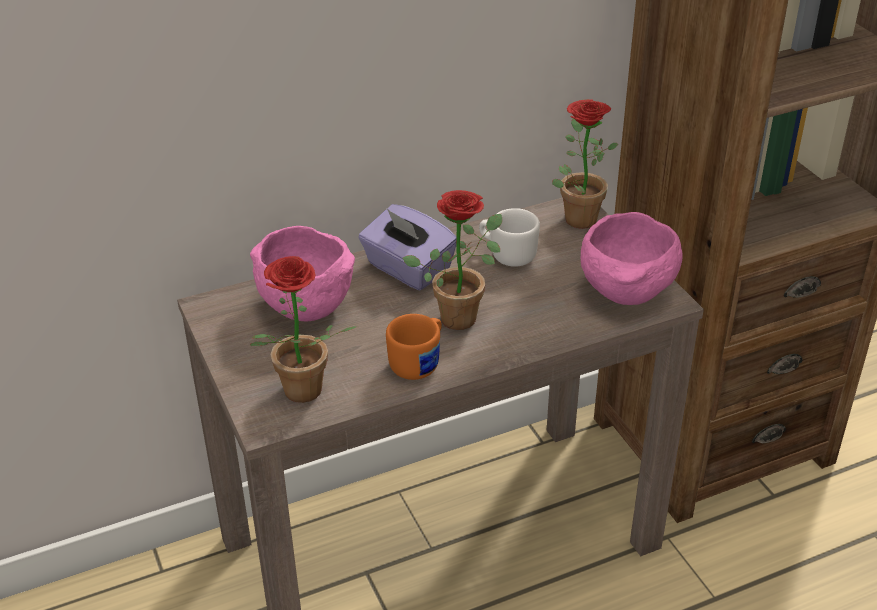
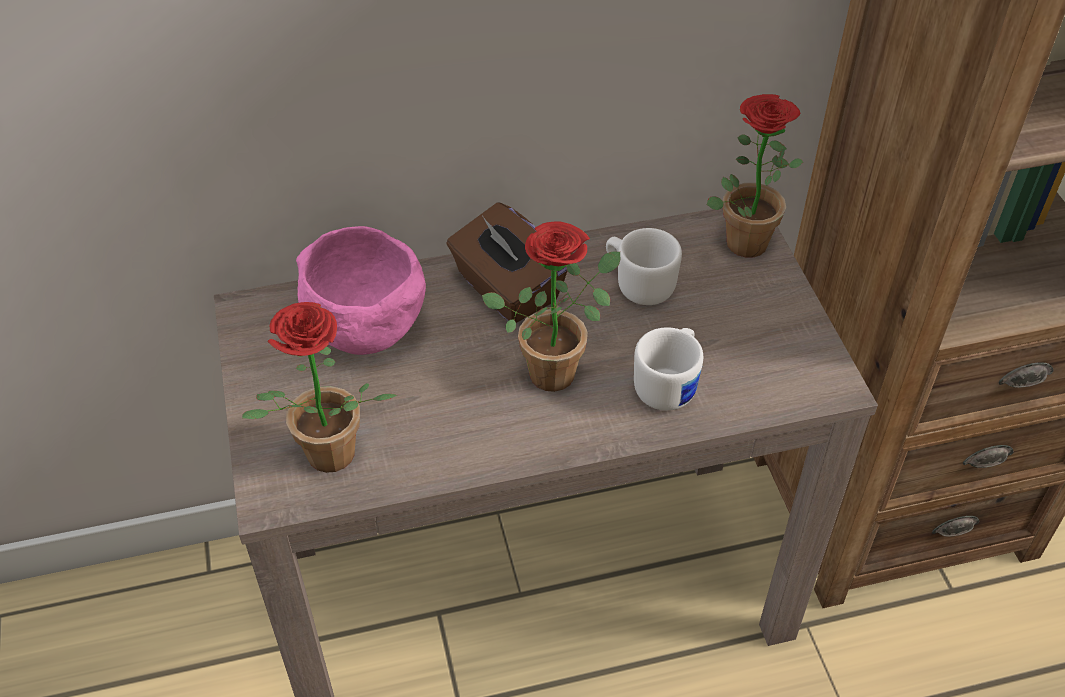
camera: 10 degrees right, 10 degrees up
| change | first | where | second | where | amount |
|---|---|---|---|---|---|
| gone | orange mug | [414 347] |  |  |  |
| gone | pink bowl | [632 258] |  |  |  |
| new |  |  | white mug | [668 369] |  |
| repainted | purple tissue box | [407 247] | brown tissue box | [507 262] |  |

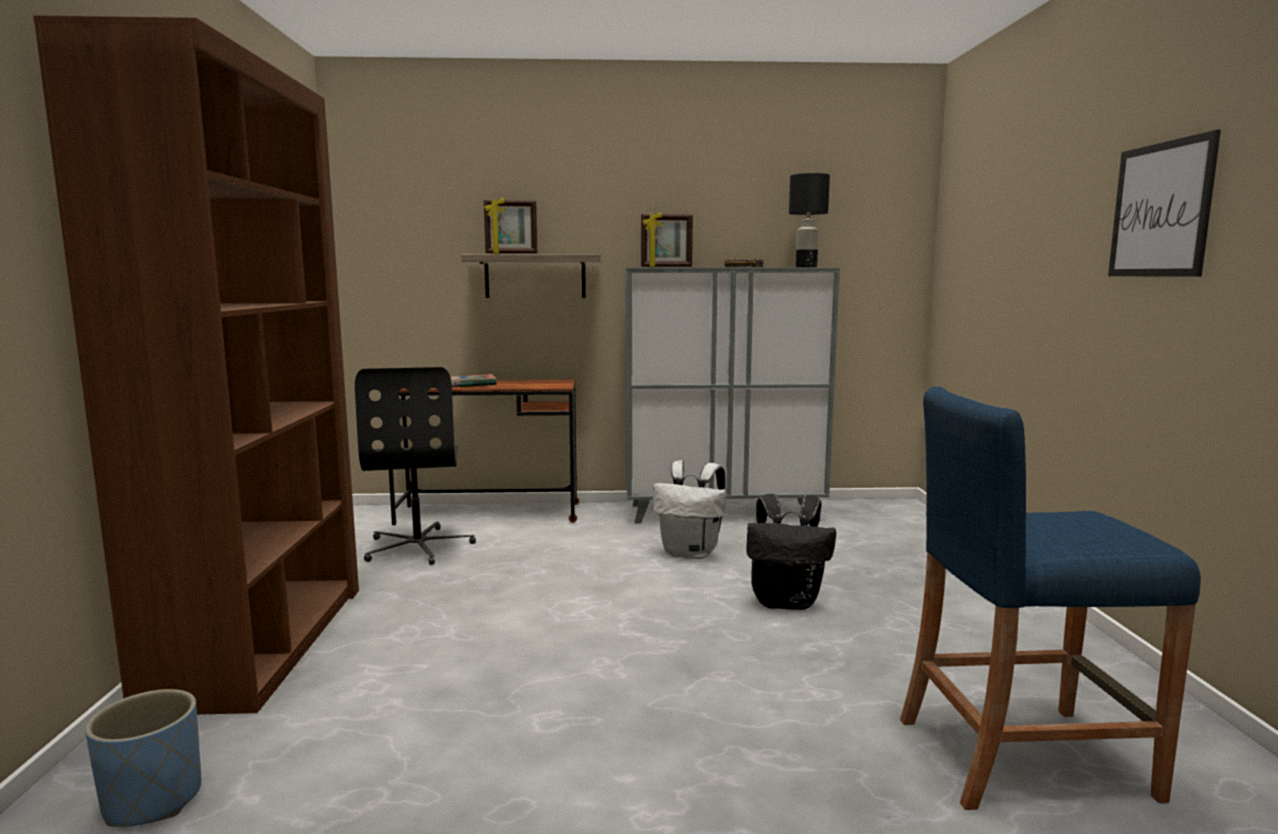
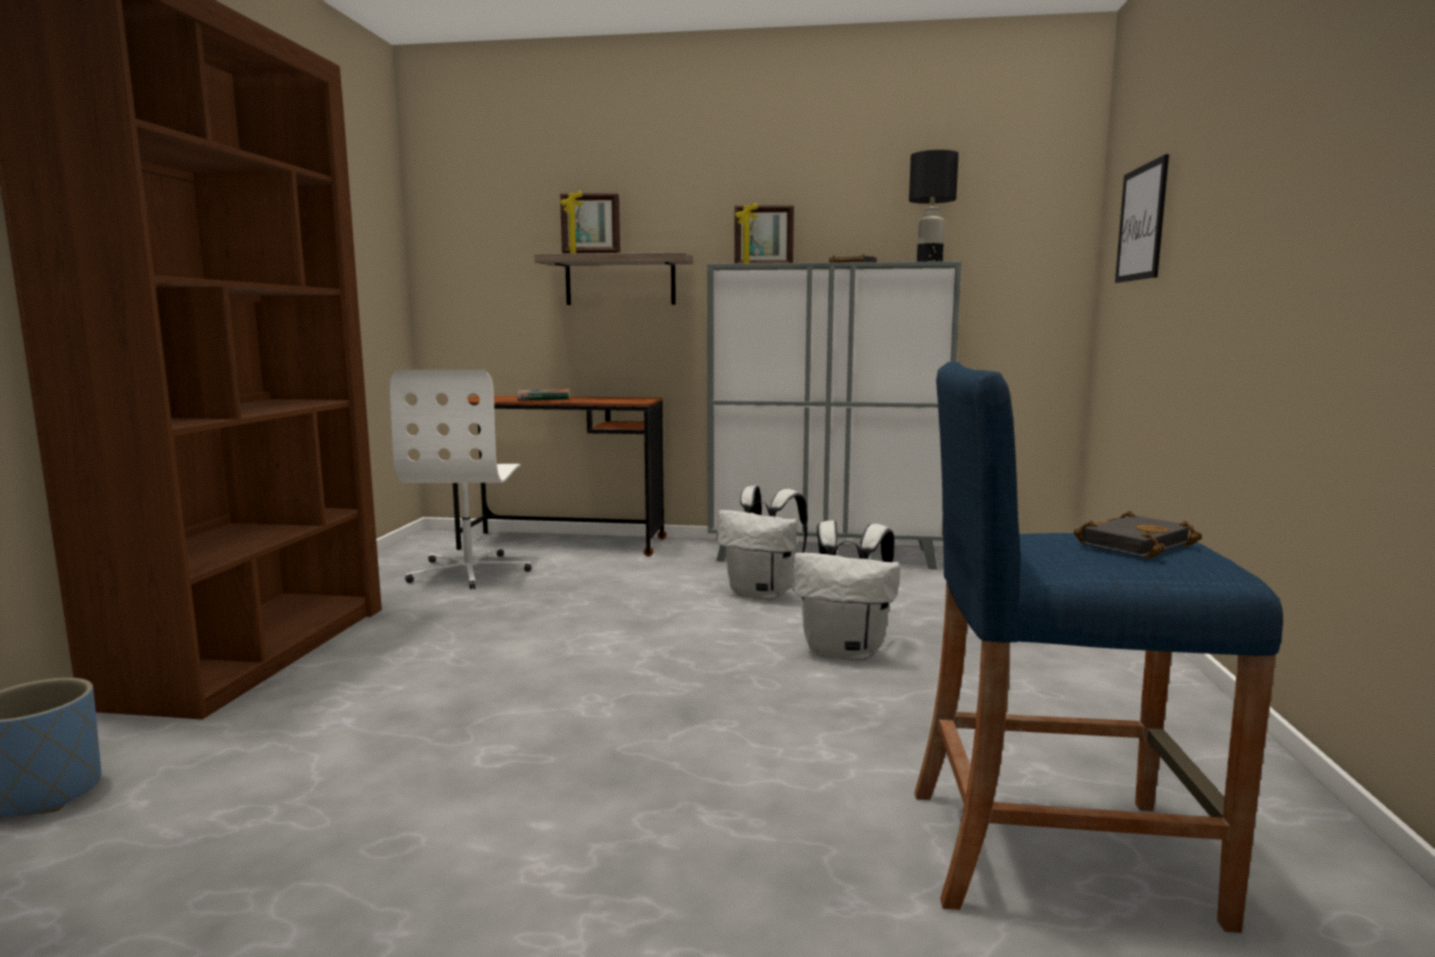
camera: 10 degrees right, 0 degrees up
| change | first | where | second | where | amount |
|---|---|---|---|---|---|
| new |  |  | black book | [1138 535] |  |
| shifted | picture | [1164 203] |  | [1142 218] |  |
| repainted | black office chair | [415 466] | white office chair | [461 479] |  |
| repainted | black backpack | [791 552] | white backpack | [846 590] |  |

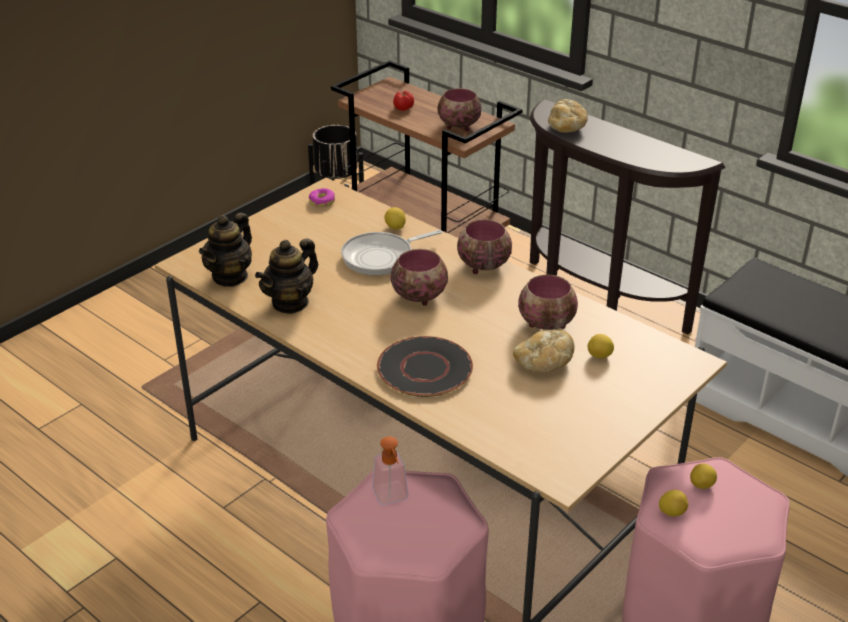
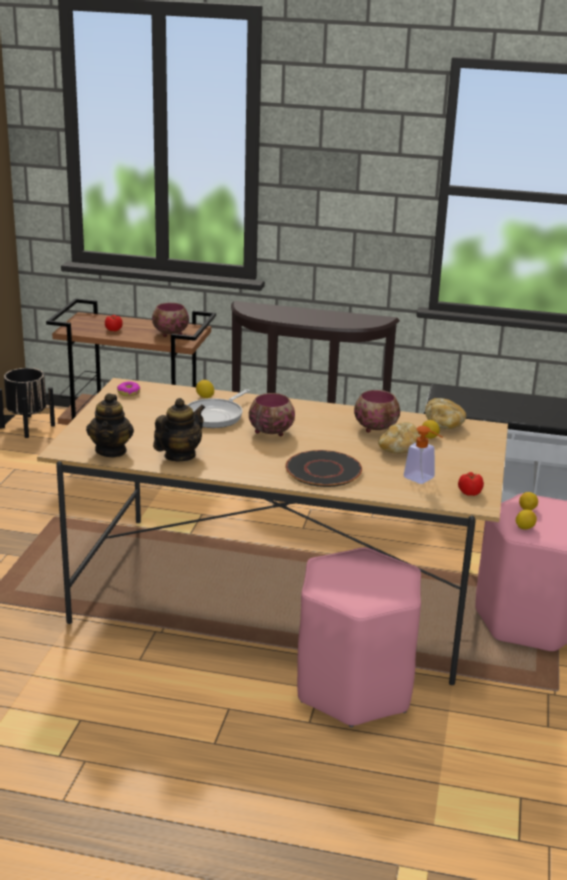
camera: 30 degrees left, 10 degrees down
| change | first | where | second | where | amount |
|---|---|---|---|---|---|
| gone | bowl | [484 246] |  |  |  |
| new |  |  | tomato | [471 484] |  |
| shifted | soap dispenser | [390 471] |  | [423 455] |  |
| shifted | bread | [568 116] |  | [445 413] |  |
| rotated | teapot | [286 276] |  | [179 429] | 150 degrees counterclockwise |

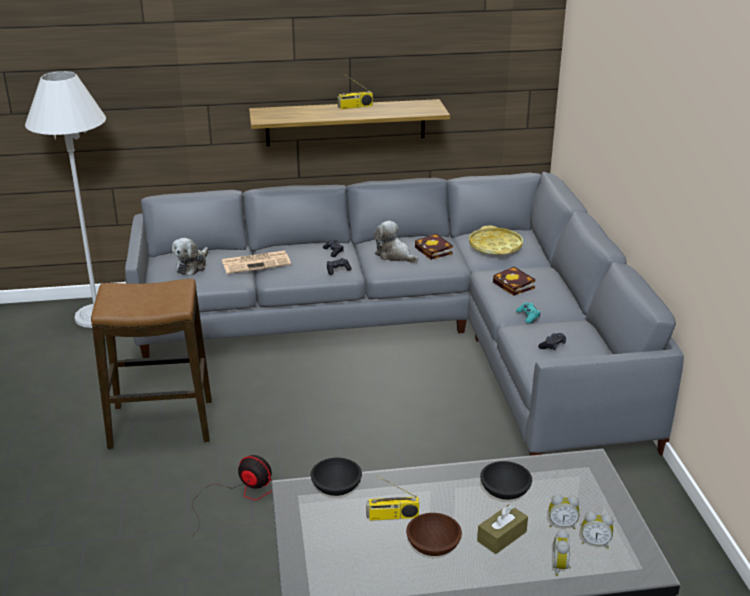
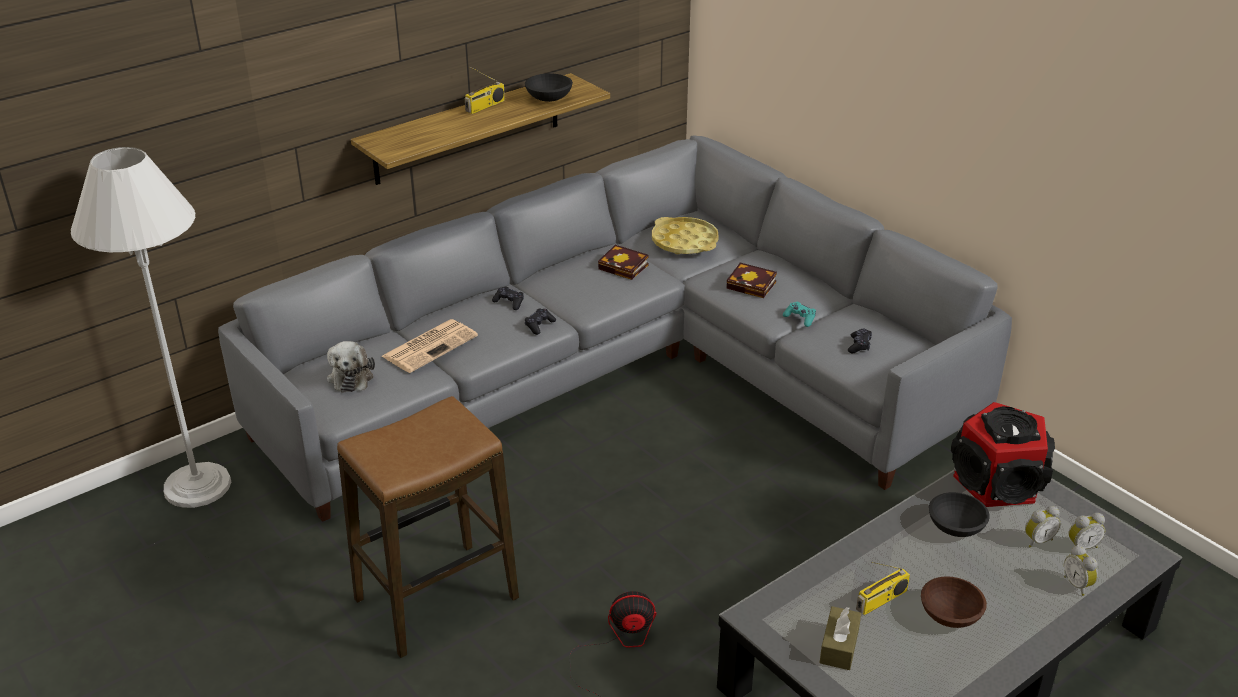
camera: 30 degrees left, 5 degrees up
| change | first | where | second | where | amount |
|---|---|---|---|---|---|
| gone | plush toy | [396 242] |  |  |  |
| new |  |  | speaker | [1003 454] |  |
| shifted | black bowl | [336 477] |  | [549 87] |  |
| shifted | brown tissue box | [502 529] |  | [840 638] |  |

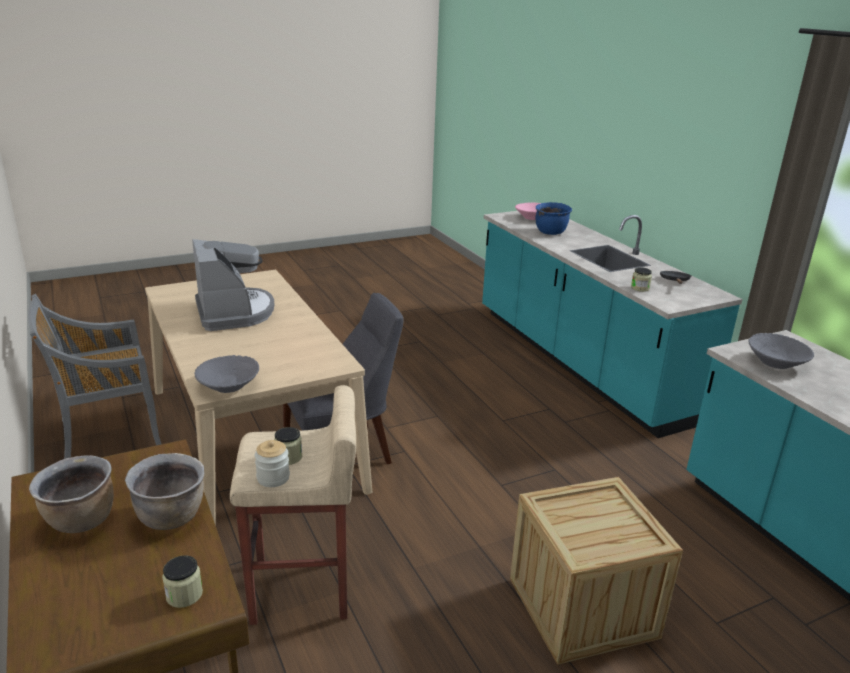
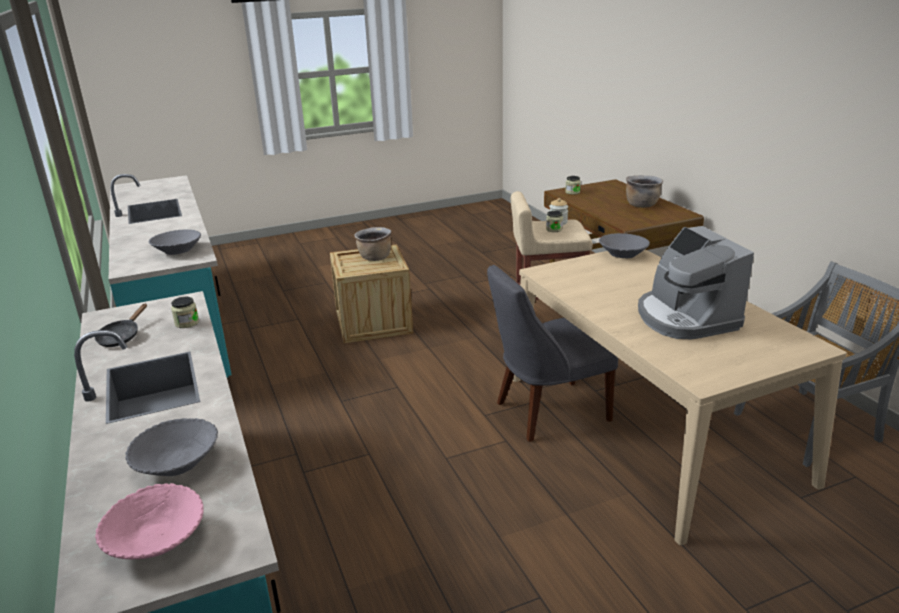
camera: 175 degrees left, 0 degrees up
| change | first | where | second | where | amount |
|---|---|---|---|---|---|
| shifted | brown cooking pot | [164 491] |  | [372 244] |  |
| swapped | blue cooking pot | [553 218] | grey bowl | [172 447] |  |

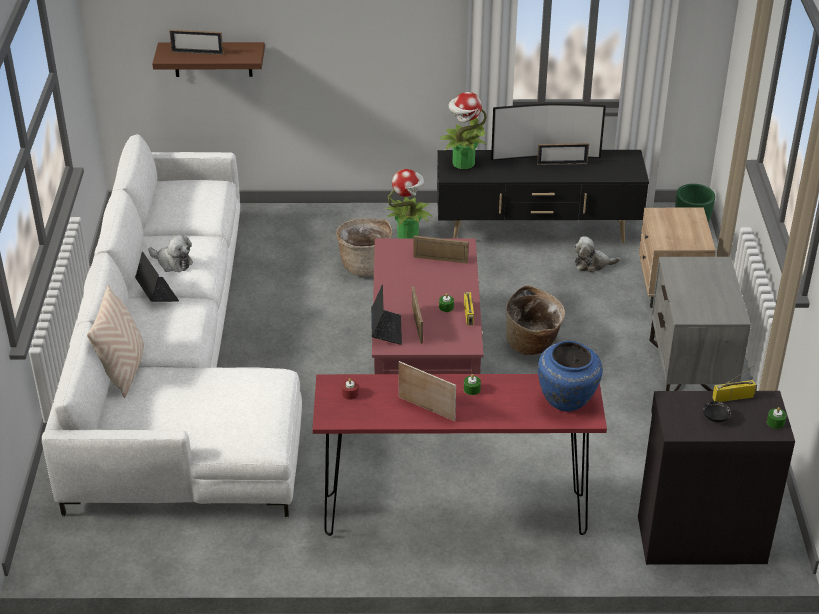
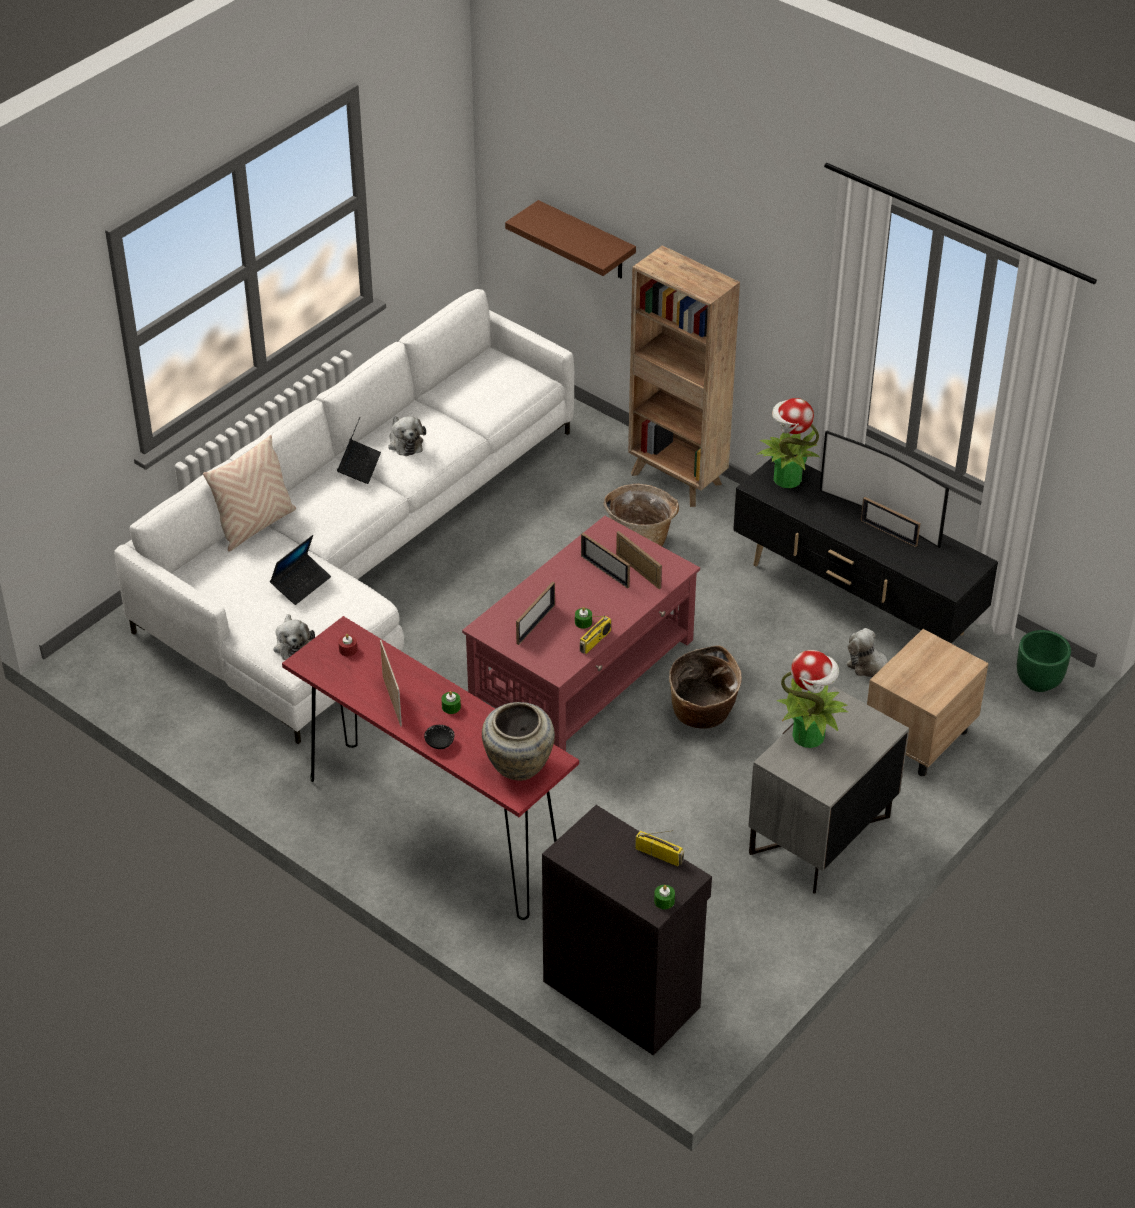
camera: 40 degrees right, 5 degrees up
| change | first | where | second | where | amount |
|---|---|---|---|---|---|
| new |  |  | plush toy | [294 637] |  |
| new |  |  | brown bookcase | [684 376] |  |
| shifted | picture frame | [196 42] |  | [605 561] |  |
| shifted | laptop | [386 314] |  | [300 570] |  |
| shifted | potted plant | [409 204] |  | [812 699] |  |
| shifted | black bowl | [717 411] |  | [439 737] |  |
| repainted | blue vase | [570 376] | beige vase | [518 741] |  |

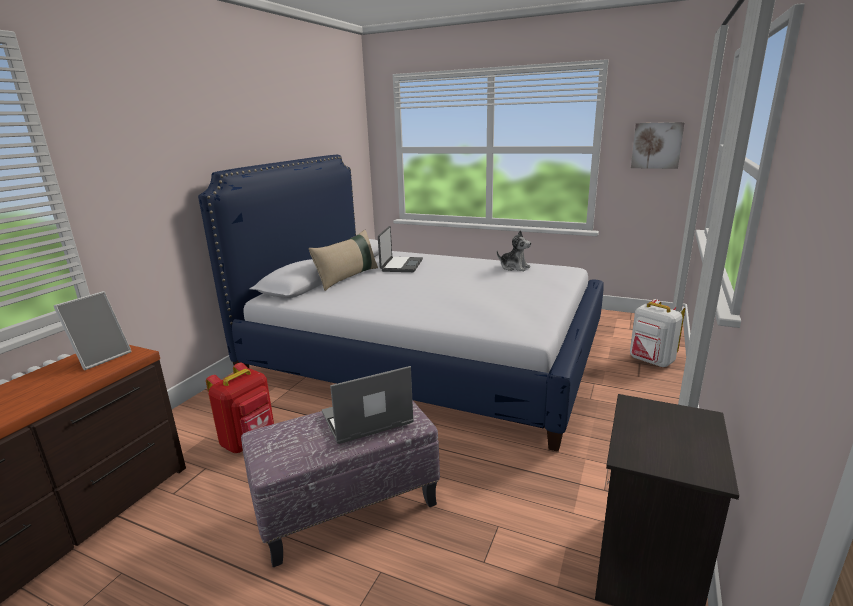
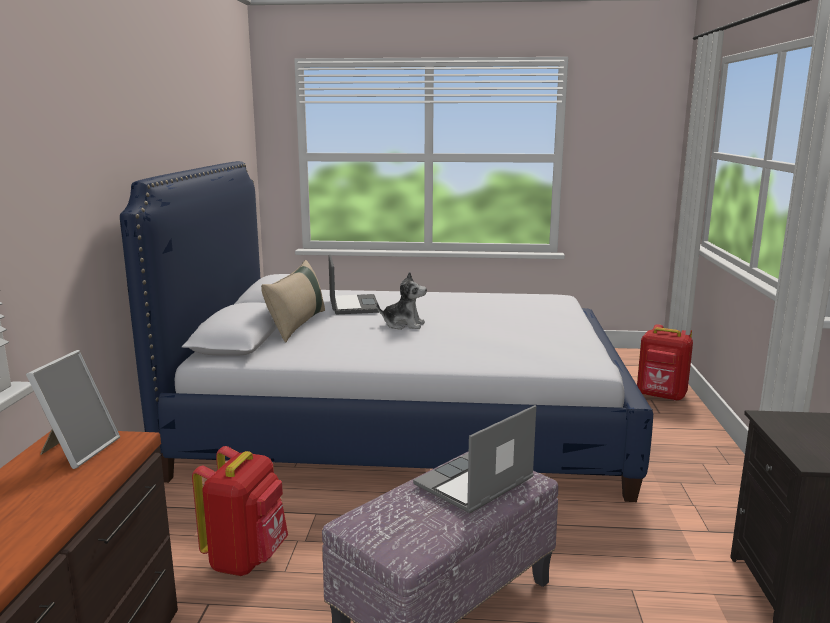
camera: 20 degrees left, 5 degrees down
| change | first | where | second | where | amount |
|---|---|---|---|---|---|
| gone | picture | [658 145] |  |  |  |
| shifted | plush toy | [514 250] |  | [401 301] |  |
| repainted | white backpack | [657 333] | red backpack | [665 362] |  |

